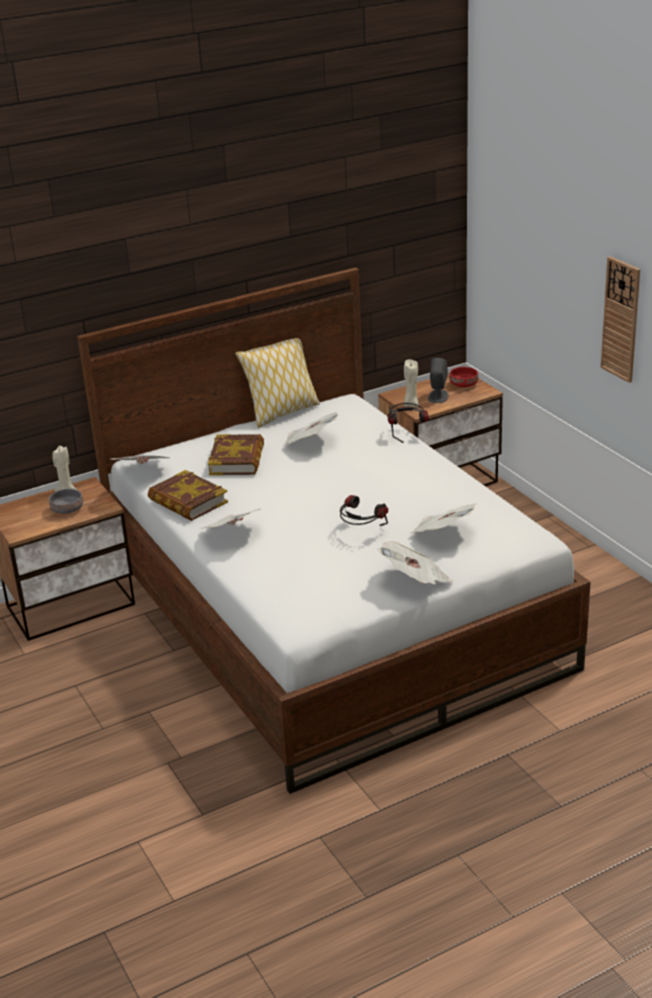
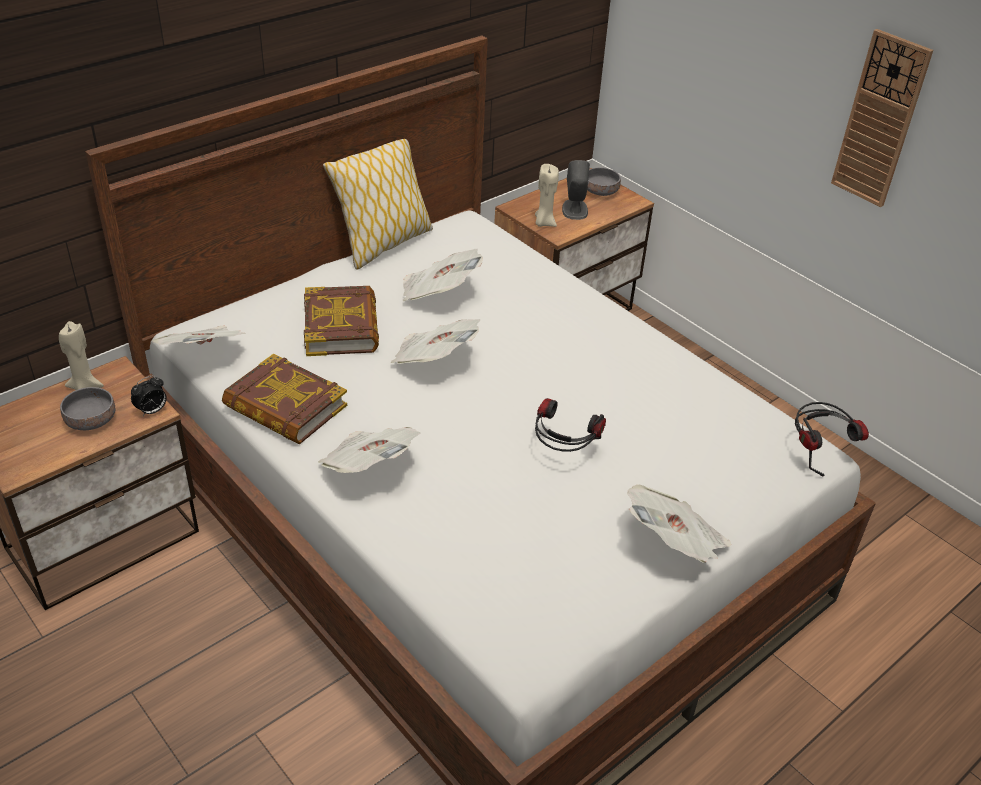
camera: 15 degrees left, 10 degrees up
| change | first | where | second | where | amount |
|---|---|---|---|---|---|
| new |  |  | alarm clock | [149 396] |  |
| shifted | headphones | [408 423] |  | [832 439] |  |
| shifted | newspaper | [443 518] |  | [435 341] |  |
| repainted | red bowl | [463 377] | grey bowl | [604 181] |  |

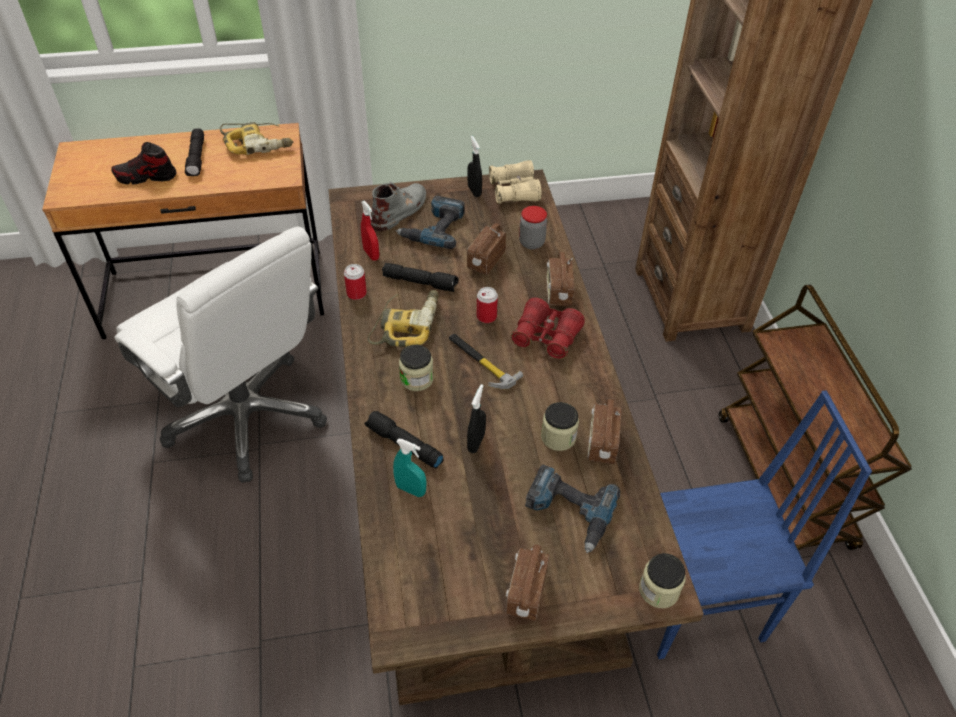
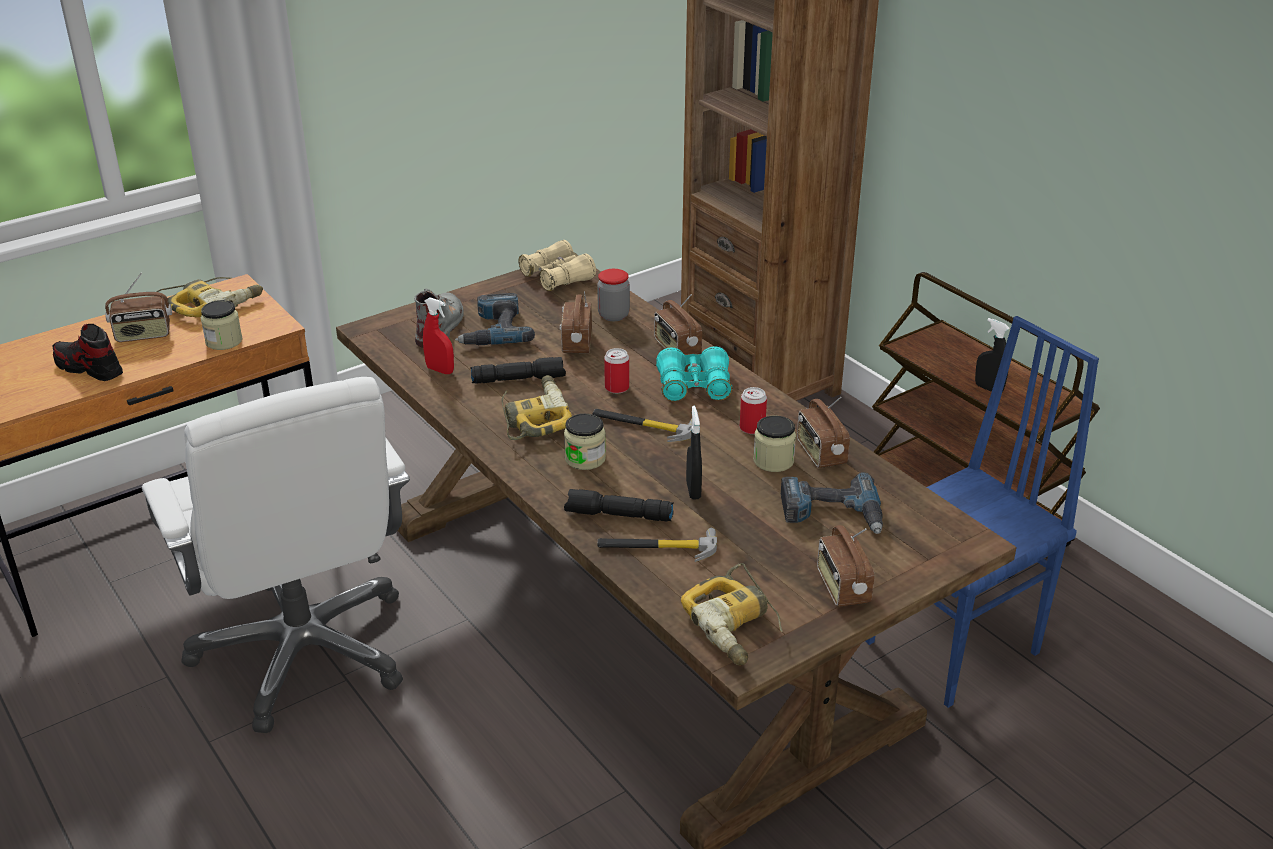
camera: 25 degrees left, 15 degrees down
| change | first | where | second | where | amount |
|---|---|---|---|---|---|
| new |  |  | power drill | [732 614] |  |
| shifted | can | [355 282] |  | [753 410] |  |
| shifted | black spray bottle | [474 166] |  | [992 355] |  |
| shifted | jar | [662 580] |  | [222 325] |  |
| swapped | black flashlight | [194 152] | radio | [138 307] |  |
| swapped | turquoise spray bottle | [410 468] | hammer | [657 545] |  |
| repainted | red binoculars | [548 328] | turquoise binoculars | [694 373] |  |
| rotated | shoe | [143 163] |  | [87 352] | 60 degrees clockwise |
| rotated | white office chair | [221 355] |  | [276 555] | 45 degrees clockwise |

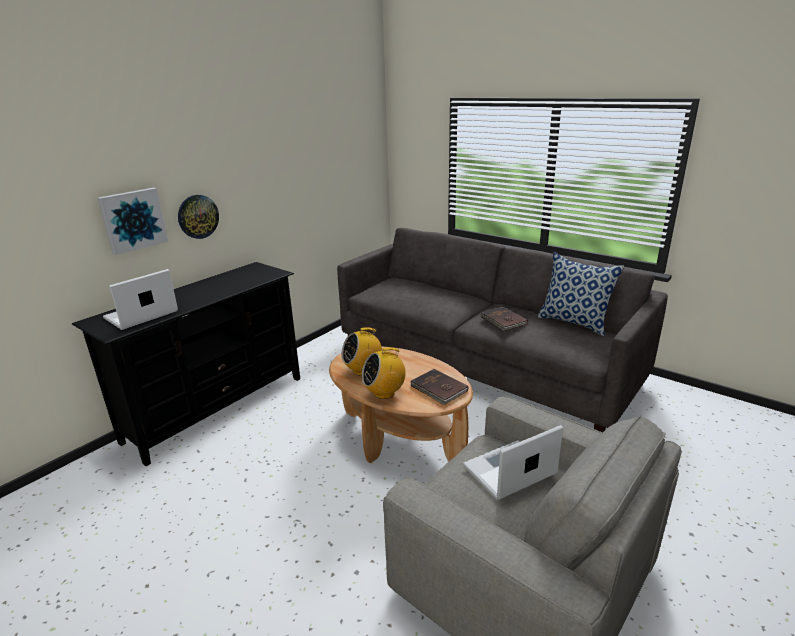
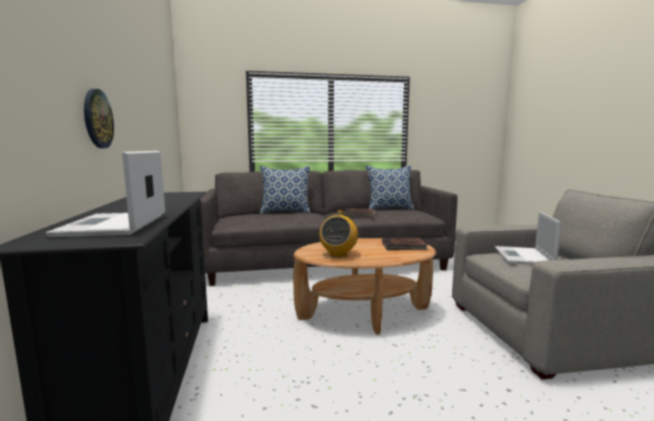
camera: 50 degrees left, 15 degrees down
| change | first | where | second | where | amount |
|---|---|---|---|---|---|
| gone | picture | [133 221] |  |  |  |
| gone | radio | [384 373] |  |  |  |
| new |  |  | pillow | [285 190] |  |

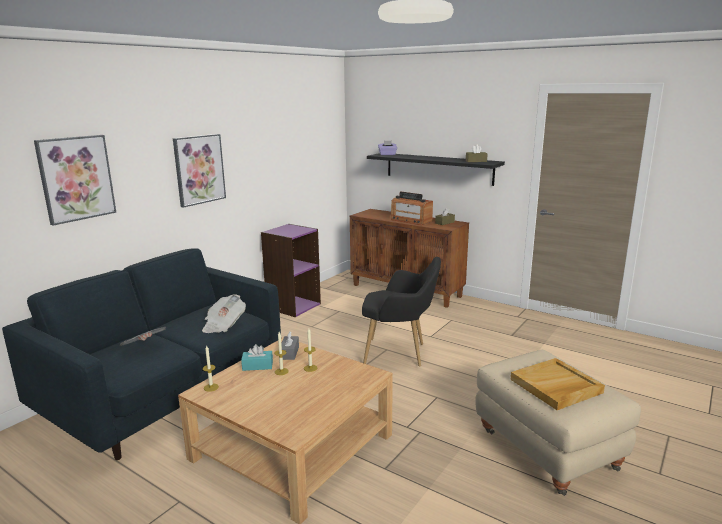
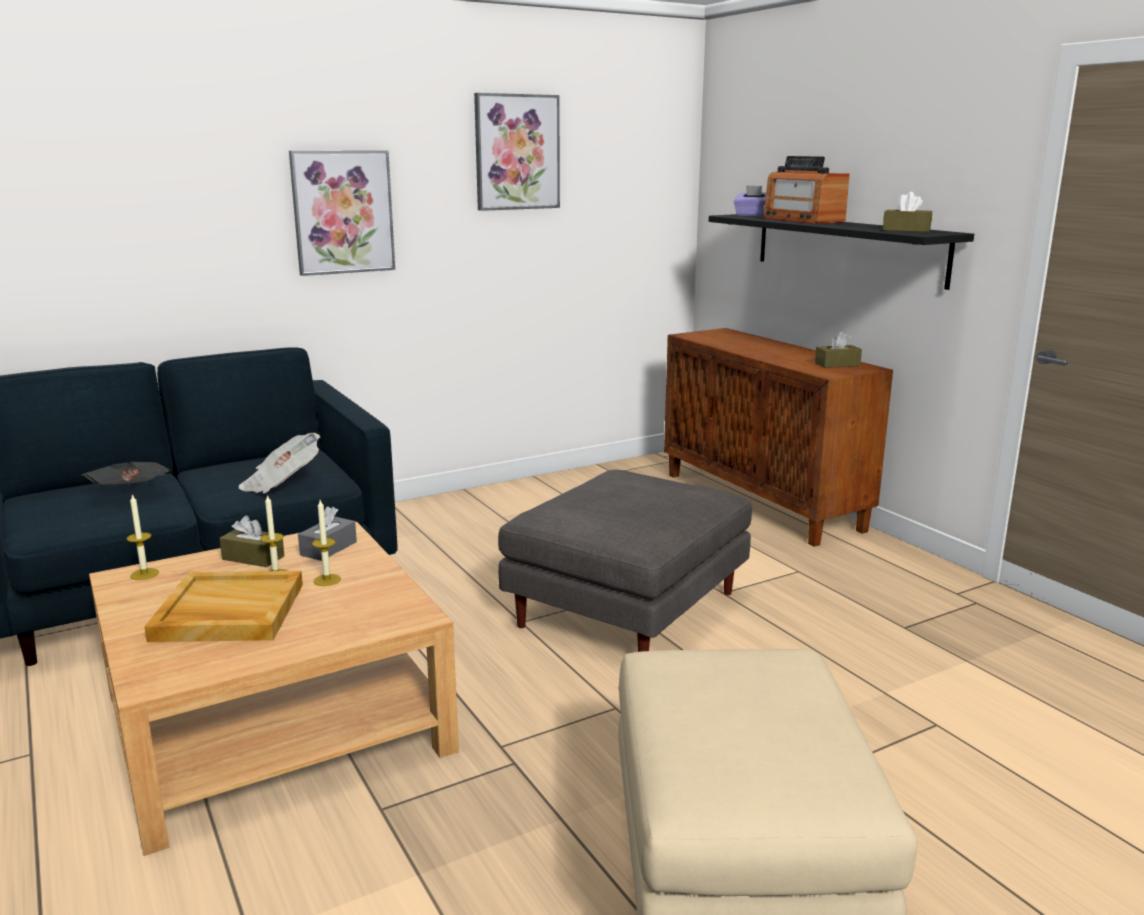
camera: 25 degrees right, 0 degrees up
| change | first | where | second | where | amount |
|---|---|---|---|---|---|
| gone | purple bookcase | [291 270] |  |  |  |
| shifted | picture | [75 180] |  | [517 152] |  |
| shifted | radio | [412 208] |  | [806 190] |  |
| shifted | beige tray | [557 384] |  | [223 606] |  |
| swapped | black armchair | [401 312] | grey ottoman | [625 561] |  |
| repainted | turquoise tissue box | [257 357] | brown tissue box | [252 541] |  |

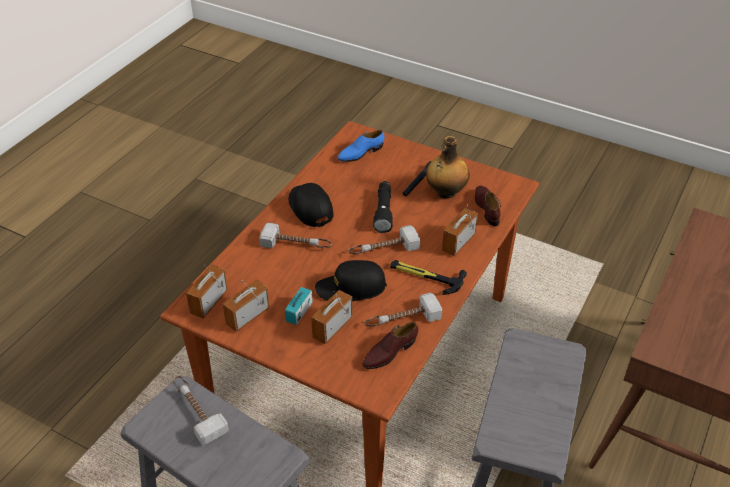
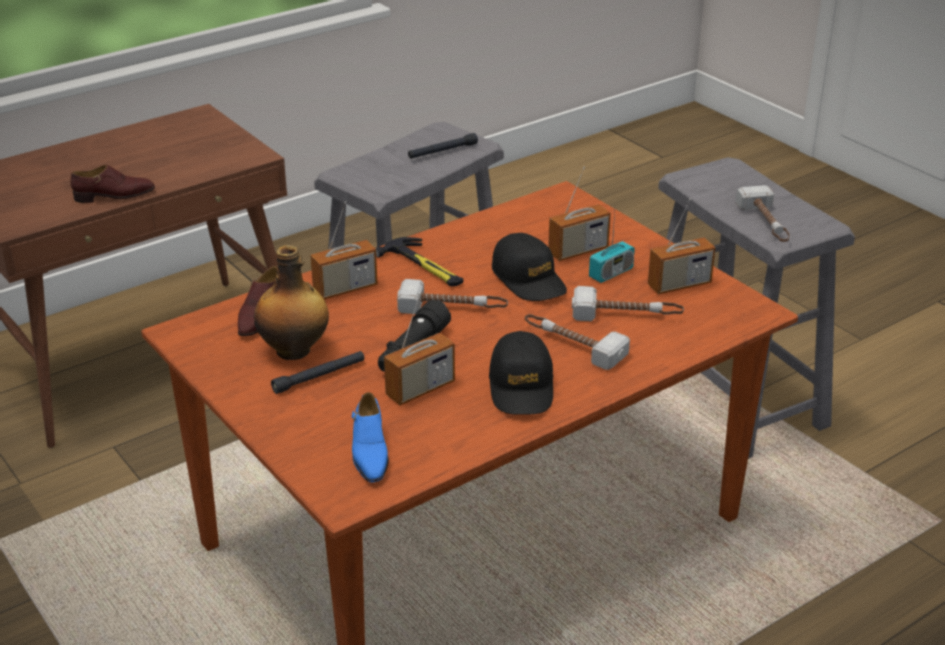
camera: 155 degrees left, 10 degrees down
| change | first | where | second | where | amount |
|---|---|---|---|---|---|
| new |  |  | black flashlight | [443 146] |  |
| shifted | radio | [207 291] |  | [419 349] |  |
| shifted | brown shoe | [390 345] |  | [112 184] |  |
| shifted | hammer | [403 310] |  | [628 303] |  |
| rotated | black cap | [351 280] |  | [529 267] | 45 degrees clockwise |
| rotated | blue shoe | [360 146] |  | [370 437] | 90 degrees clockwise |

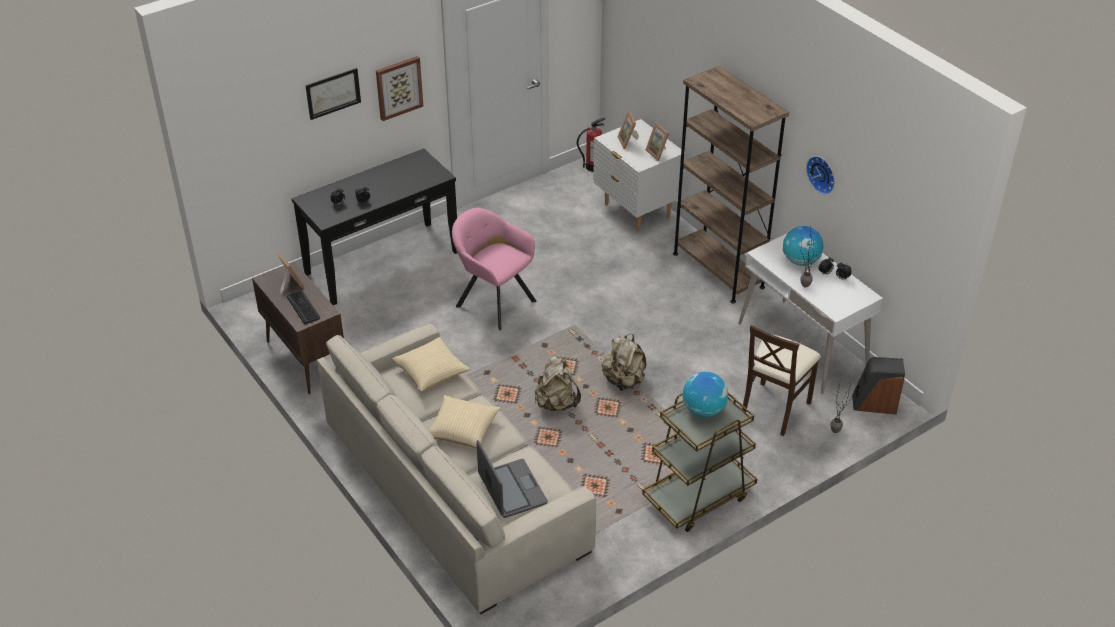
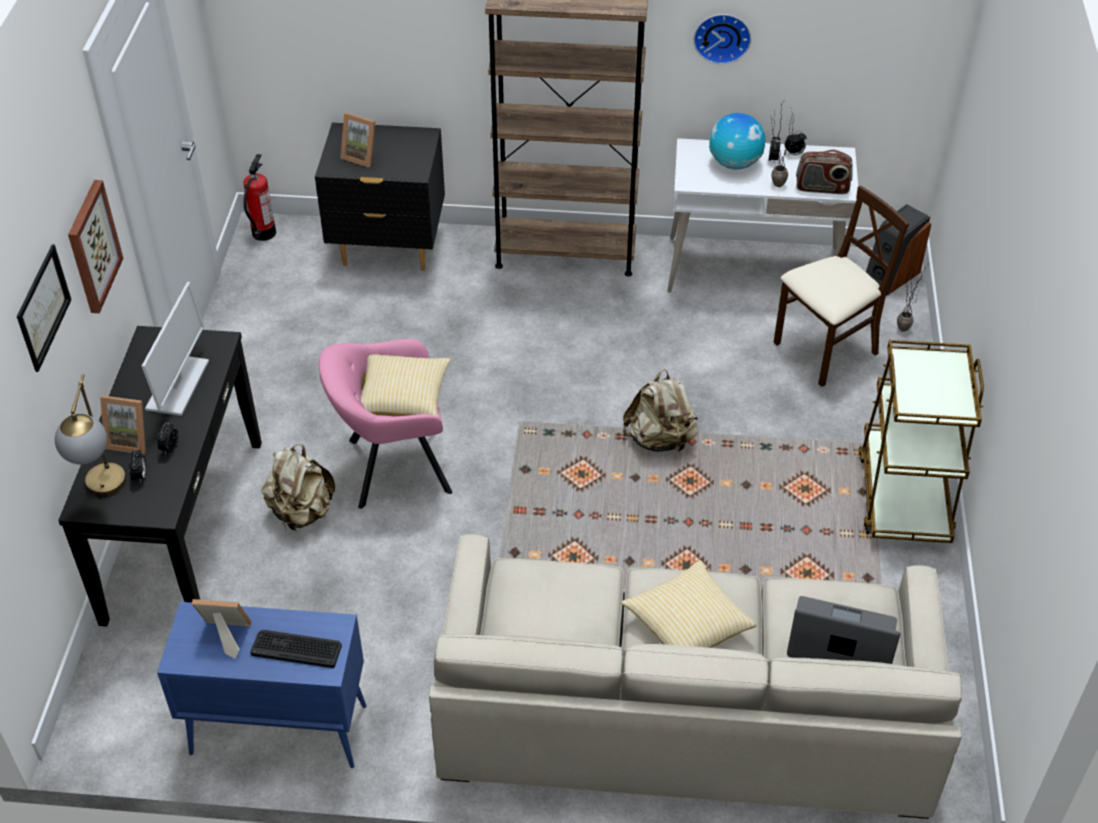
camera: 50 degrees left, 5 degrees up
| change | first | where | second | where | amount |
|---|---|---|---|---|---|
| gone | globe | [705 394] |  |  |  |
| new |  |  | table lamp | [90 435] |  |
| new |  |  | monitor | [175 349] |  |
| new |  |  | radio | [824 172] |  |
| shifted | pillow | [431 364] |  | [406 385] |  |
| shifted | beige backpack | [558 383] |  | [298 487] |  |
| shifted | picture frame | [657 142] |  | [123 424] |  |
| repainted | brown cabinet | [298 328] | blue cabinet | [261 685] |  |
| repainted | white nightstand | [639 175] | black nightstand | [380 197] |  |
| rotated | beige chair | [781 380] |  | [841 286] | 105 degrees counterclockwise |

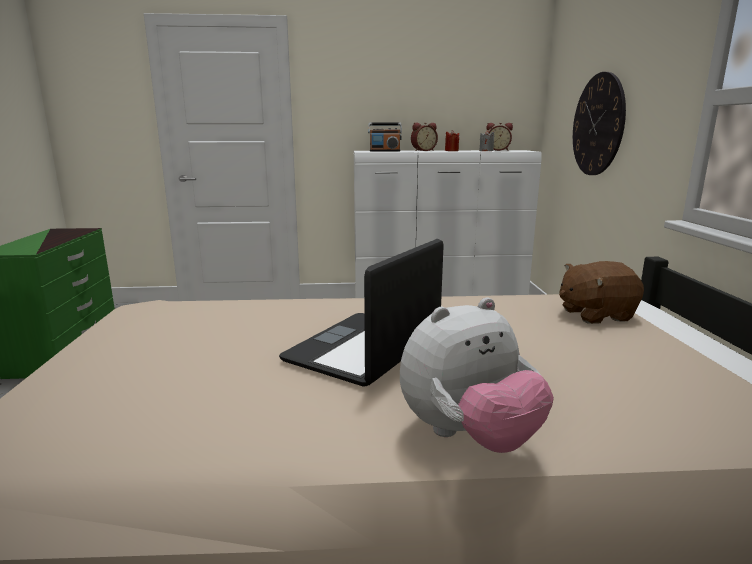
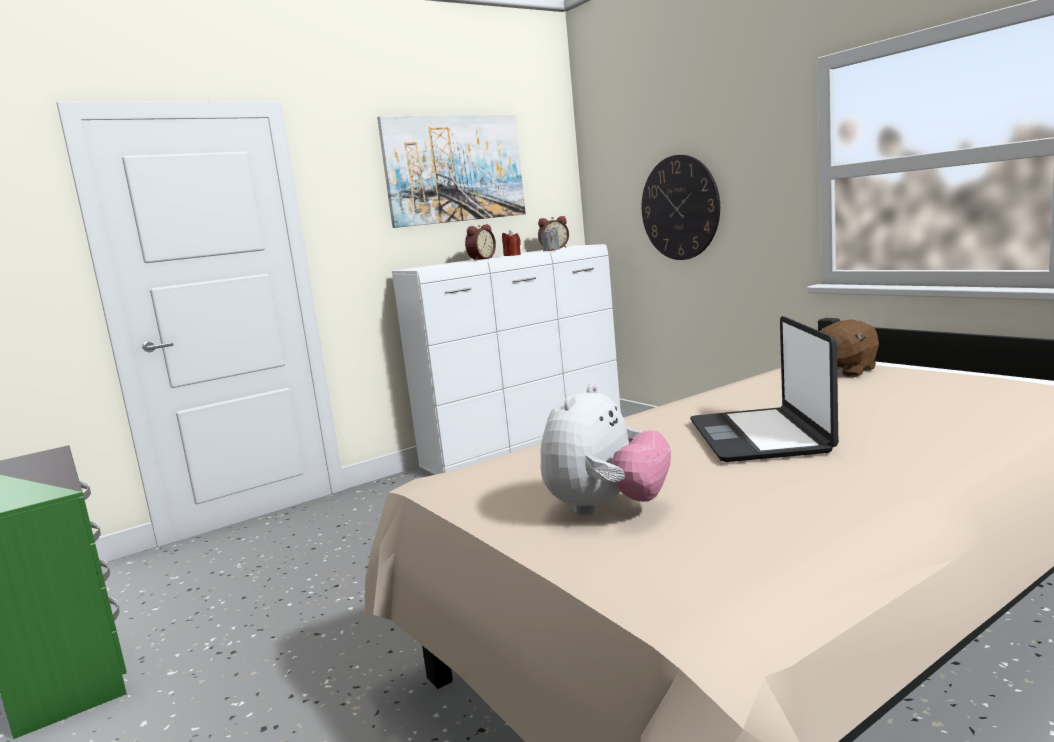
camera: 30 degrees left, 5 degrees down
| change | first | where | second | where | amount |
|---|---|---|---|---|---|
| gone | radio | [385 137] |  |  |  |
| new |  |  | picture | [451 171] |  |
| shifted | plush toy | [477 375] |  | [606 449] |  |

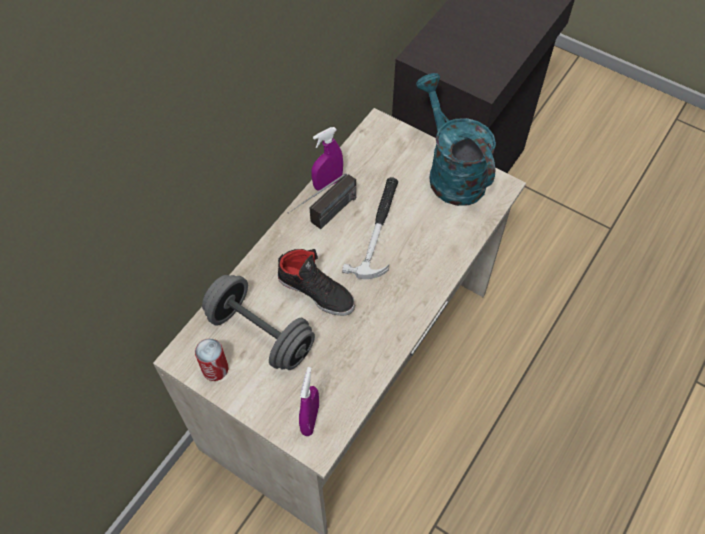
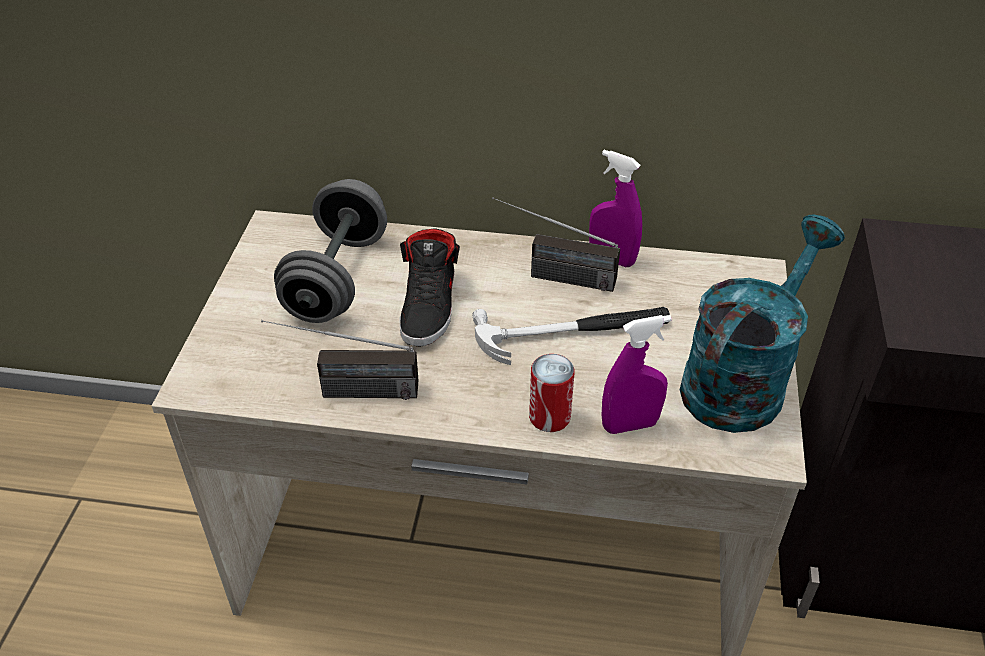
camera: 65 degrees right, 15 degrees down
| change | first | where | second | where | amount |
|---|---|---|---|---|---|
| new |  |  | radio | [339 360] |  |
| shifted | can | [211 359] |  | [551 393] |  |
| shifted | purple spray bottle | [309 401] |  | [637 374] |  |

